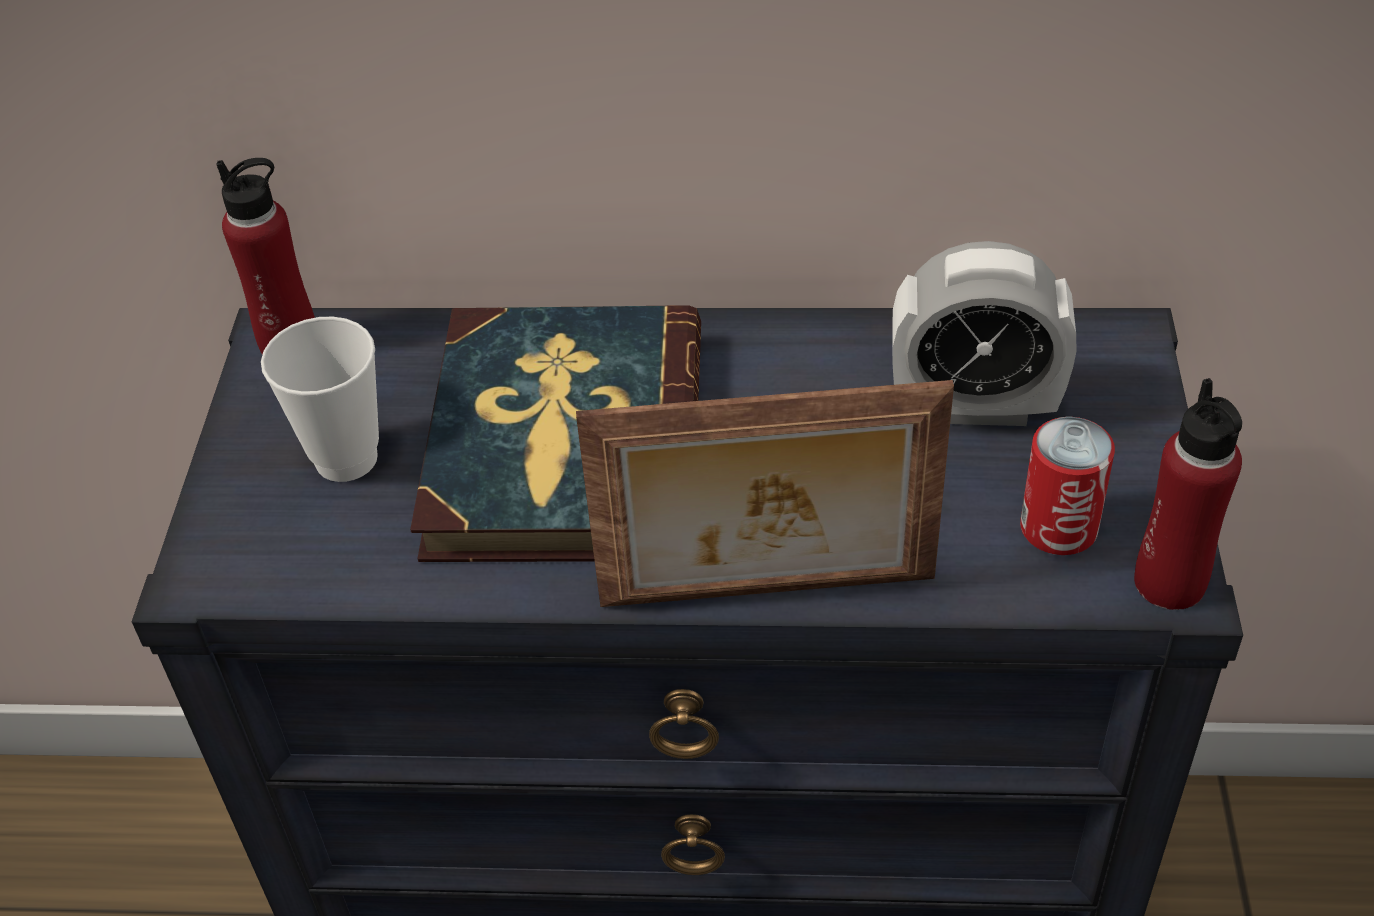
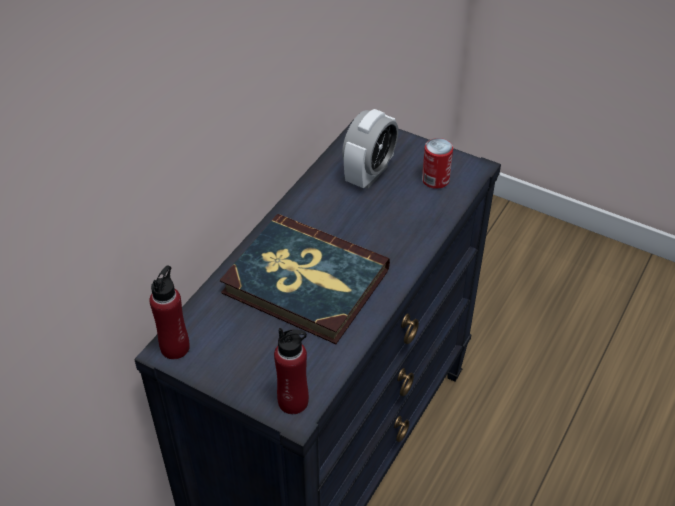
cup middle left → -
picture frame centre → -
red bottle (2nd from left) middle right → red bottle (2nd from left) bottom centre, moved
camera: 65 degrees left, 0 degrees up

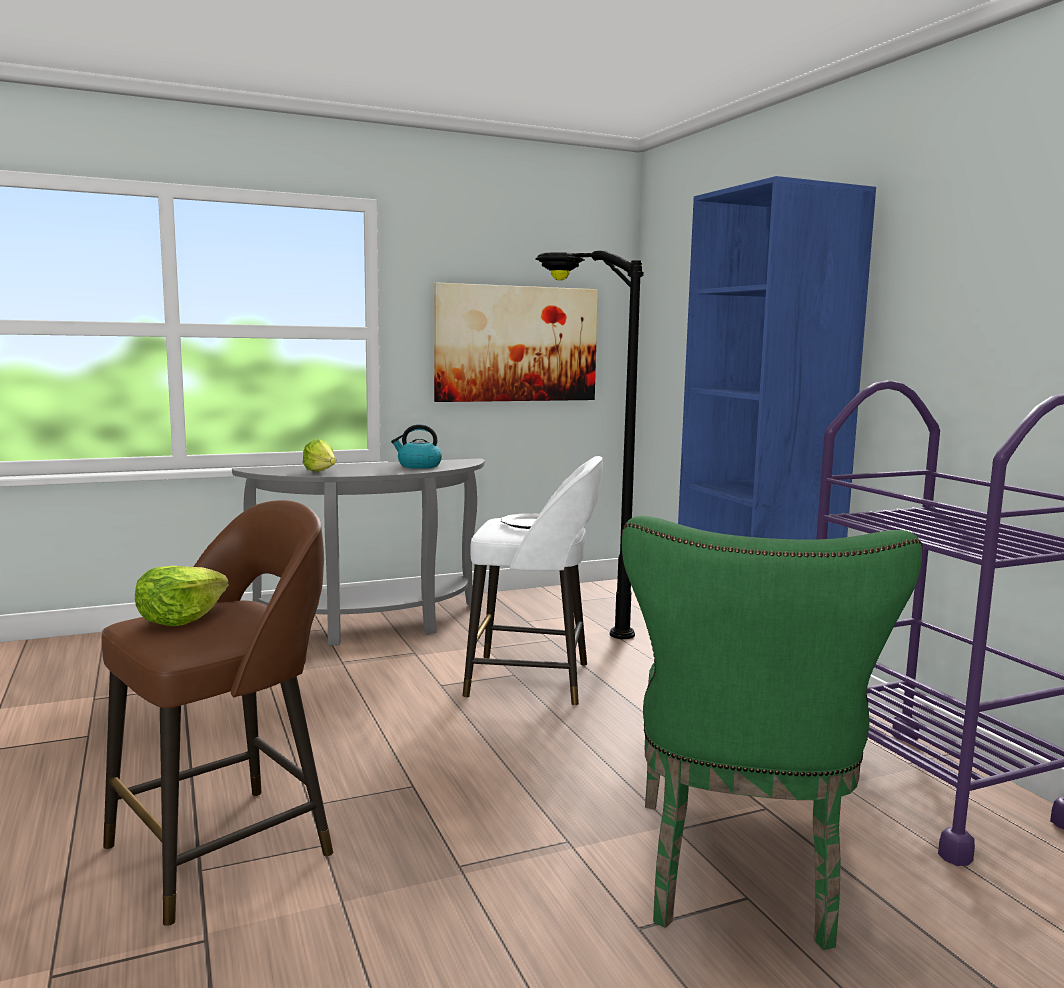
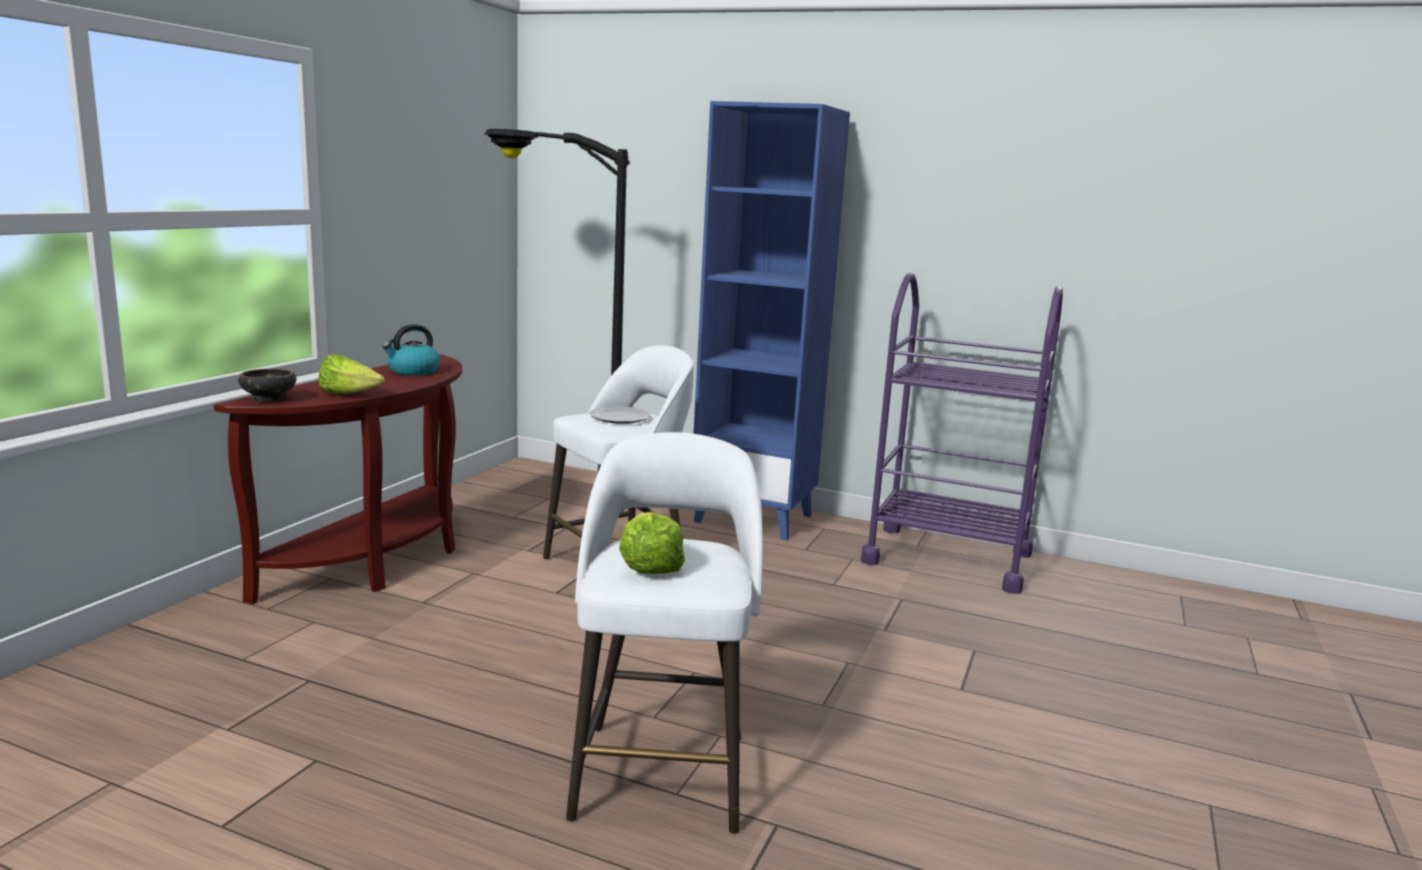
brown stool bottom left → white stool (2nd from left) bottom centre
grey console table centre → brown console table middle left
picture centre → -
green chair bottom right → -
- → bowl middle left
camera: 45 degrees left, 5 degrees up

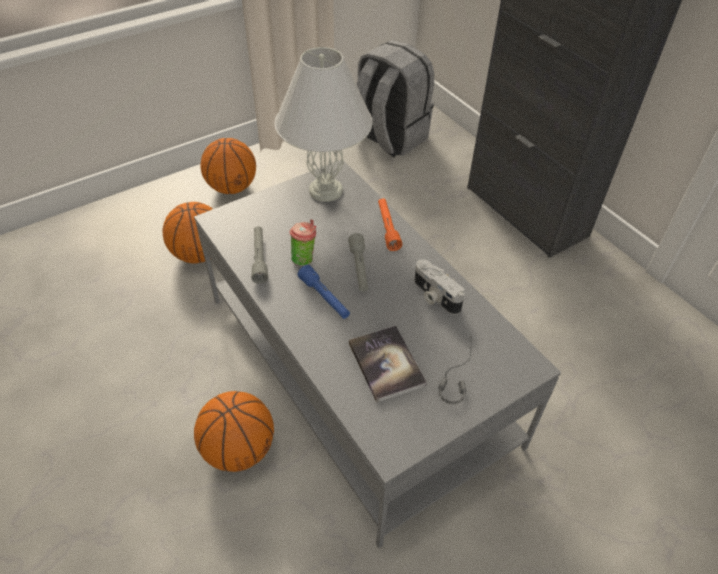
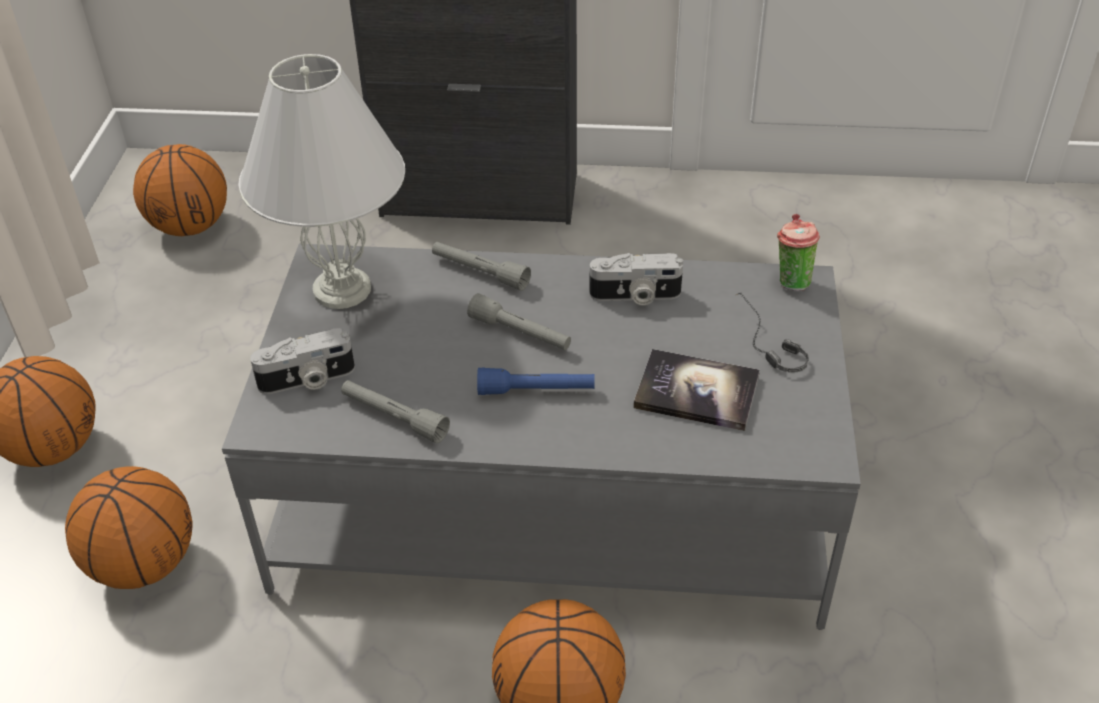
cup centre → cup middle right, moved
grey backpack top centre → basketball (3rd from left) top left
orange flashlight centre → grey flashlight (2nd from left) centre
- → photo camera (1st from left) middle left
camera: 50 degrees left, 5 degrees down

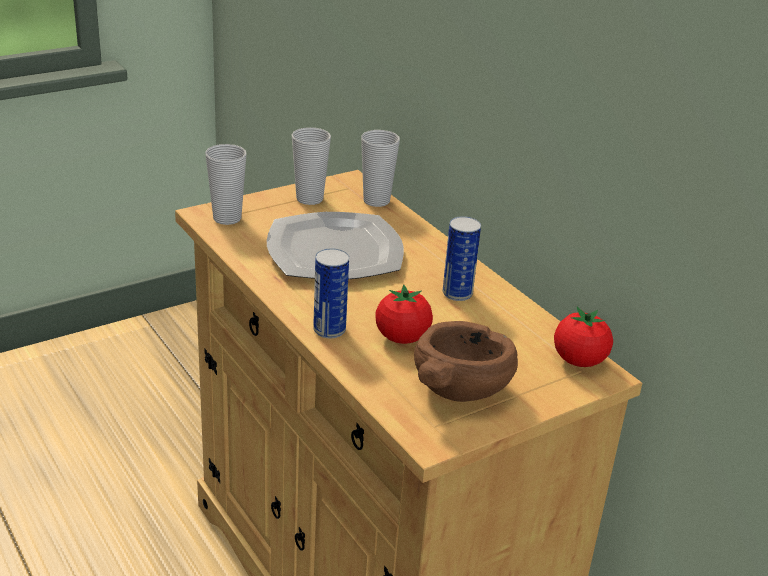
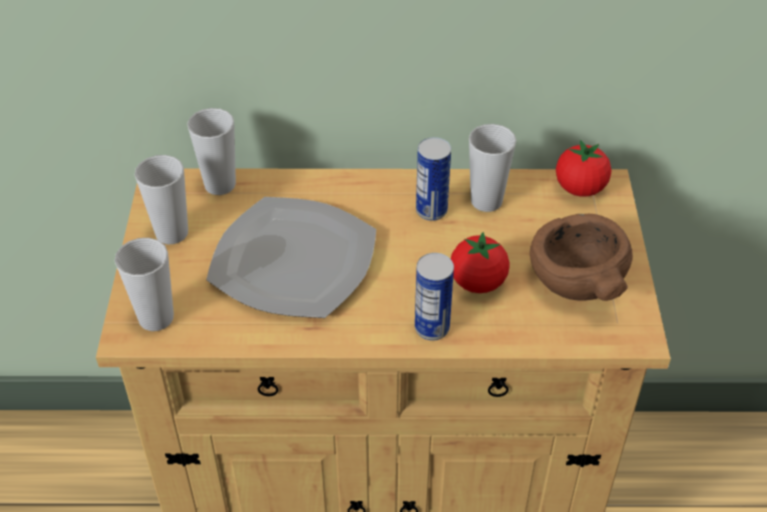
- → cup (4th from left) top centre
camera: 55 degrees left, 15 degrees up

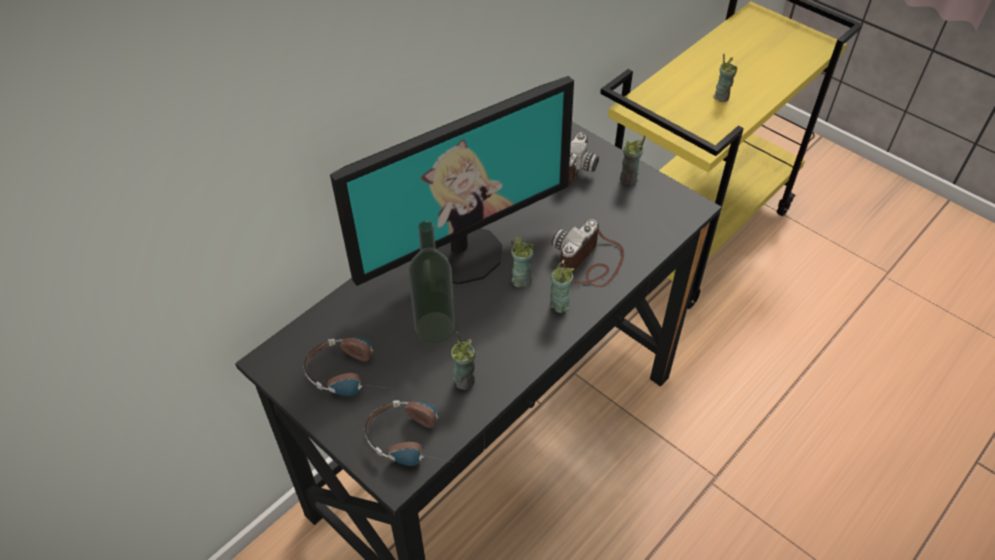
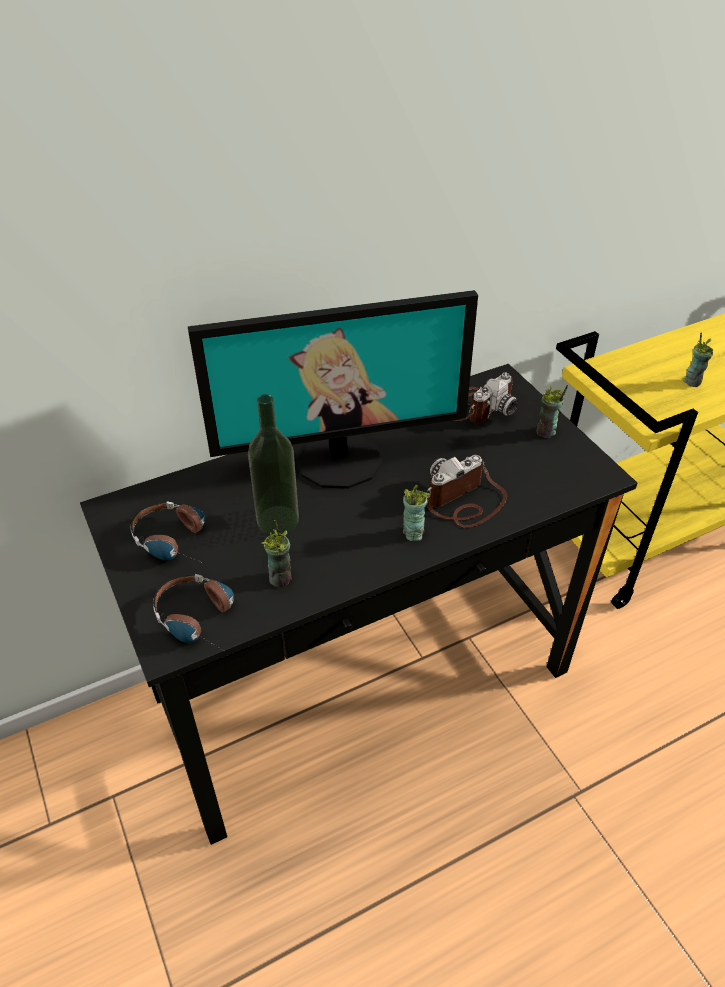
cup (2nd from left) centre → -
camera: 20 degrees right, 5 degrees down

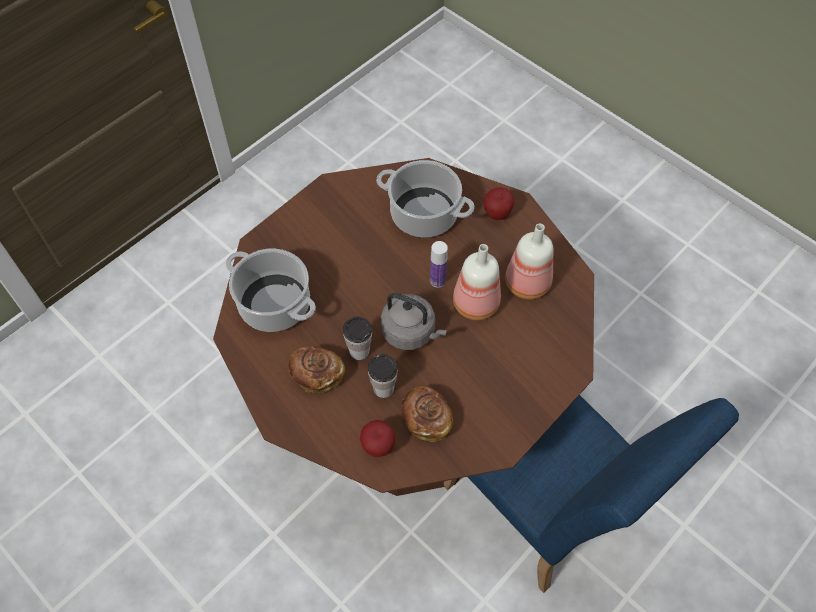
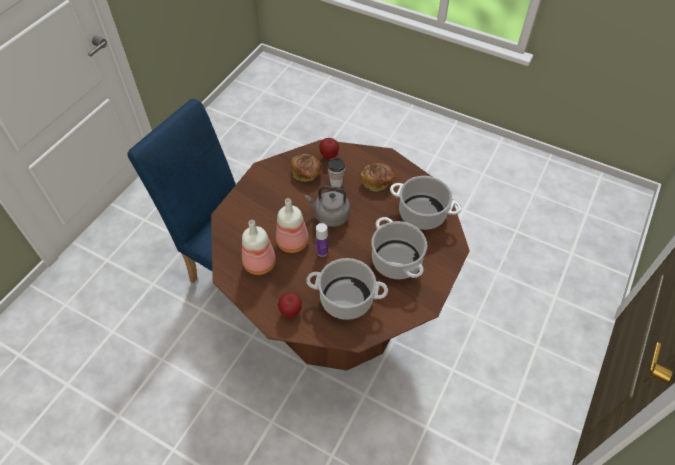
cup (1st from left) centre → -
- → cooking pot (2nd from left) centre
camera: 165 degrees right, 5 degrees down

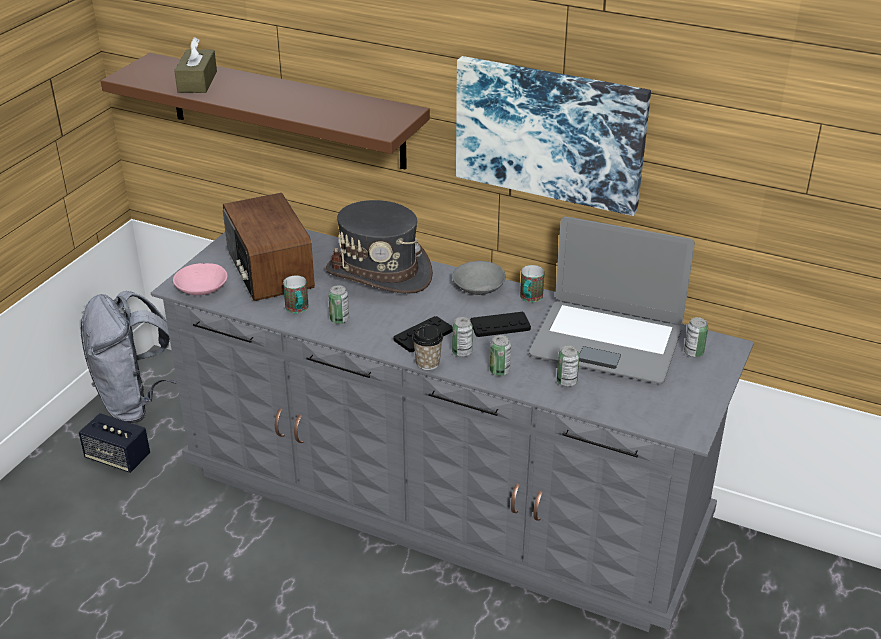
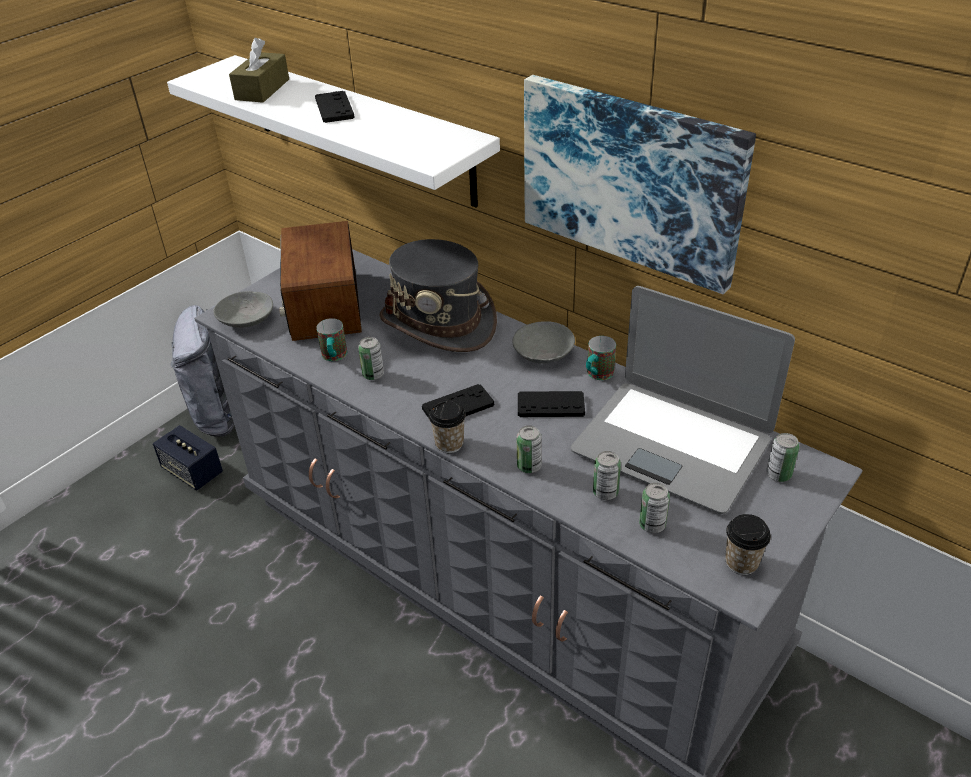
brown shelf top left → white shelf top centre
pink bowl middle left → grey bowl (1st from left) middle left
can (2nd from left in the first image) centre → can (4th from left) middle right, moved
- → black game controller (1st from left) top centre
- → cup (2nd from left) bottom right
camera: 15 degrees right, 5 degrees up

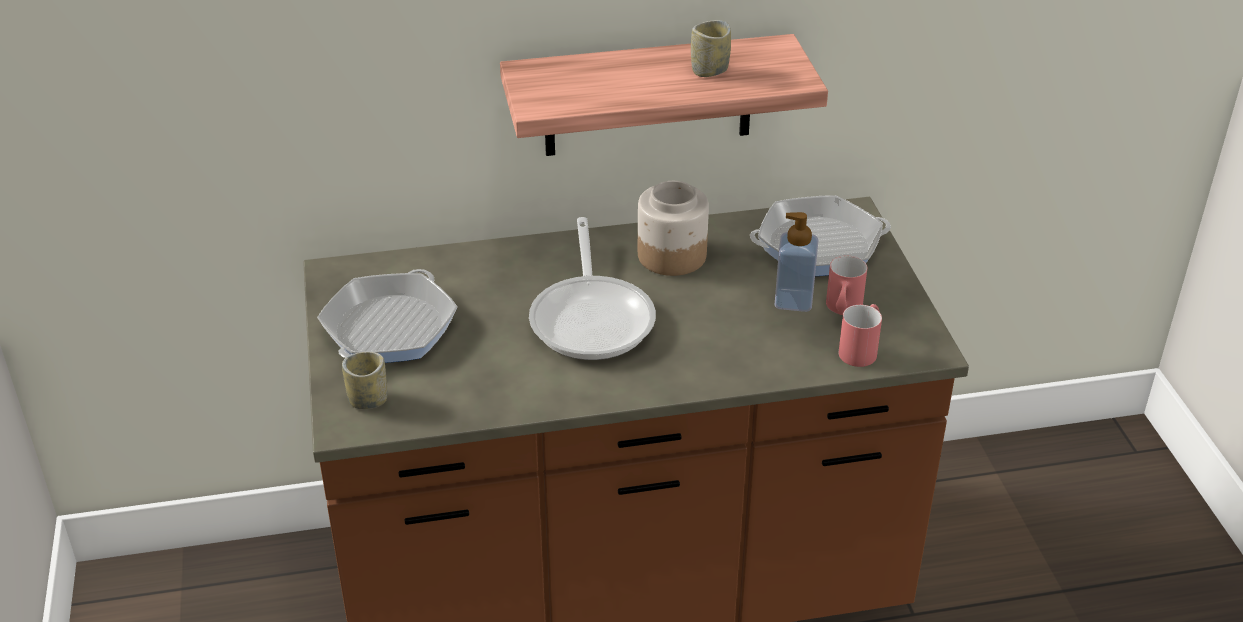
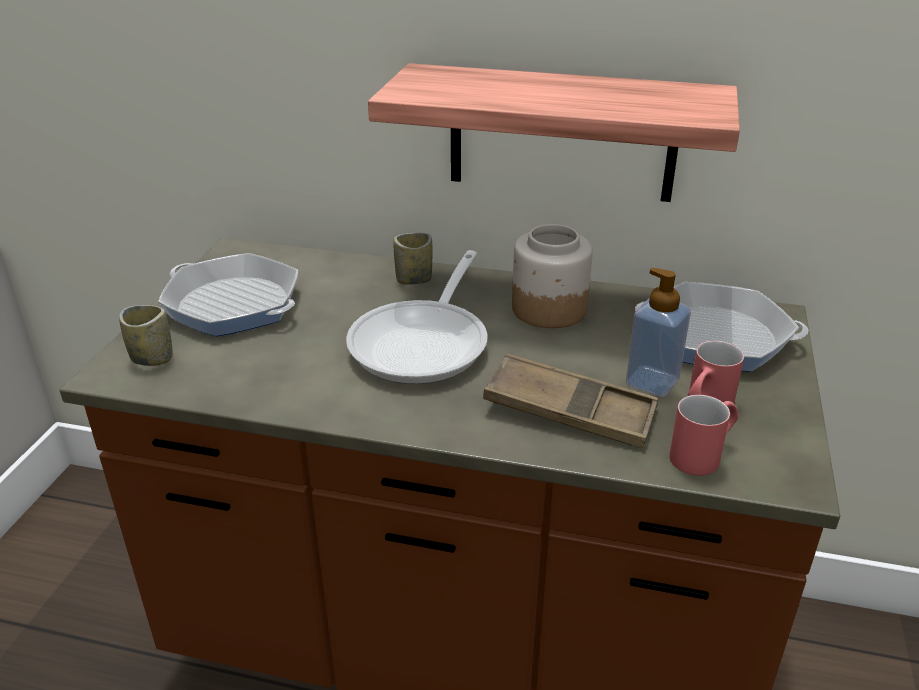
frying pan (1st from left) middle left, 105 degrees counterclockwise
cup (2nd from left) top centre → cup (2nd from left) centre, moved
- → brown tray centre
camera: 25 degrees right, 5 degrees down

